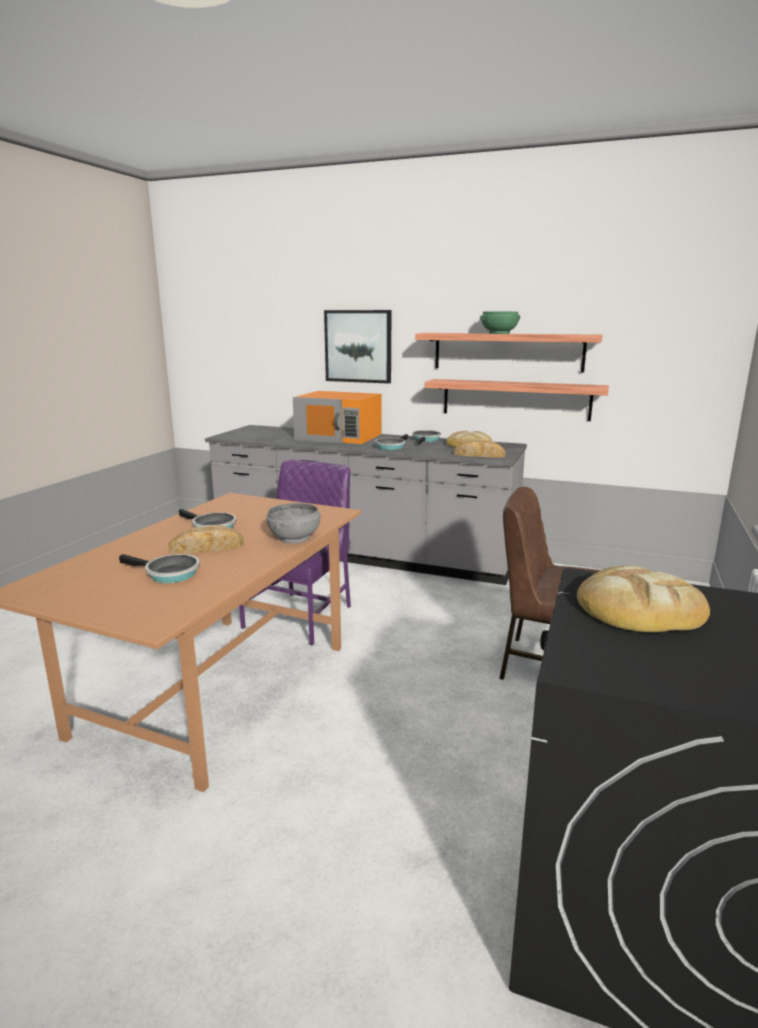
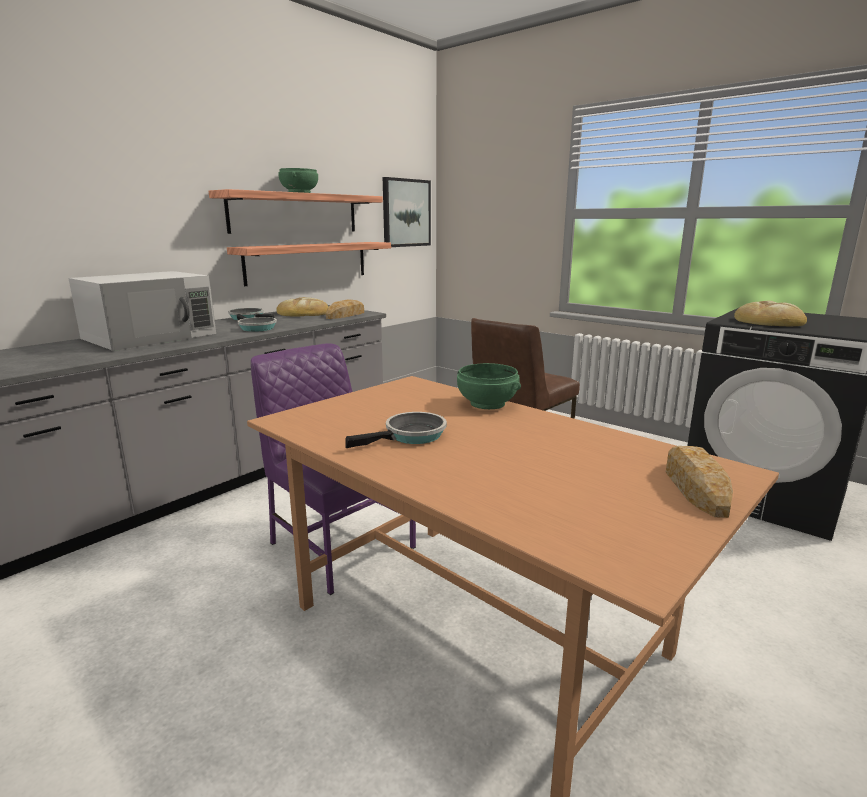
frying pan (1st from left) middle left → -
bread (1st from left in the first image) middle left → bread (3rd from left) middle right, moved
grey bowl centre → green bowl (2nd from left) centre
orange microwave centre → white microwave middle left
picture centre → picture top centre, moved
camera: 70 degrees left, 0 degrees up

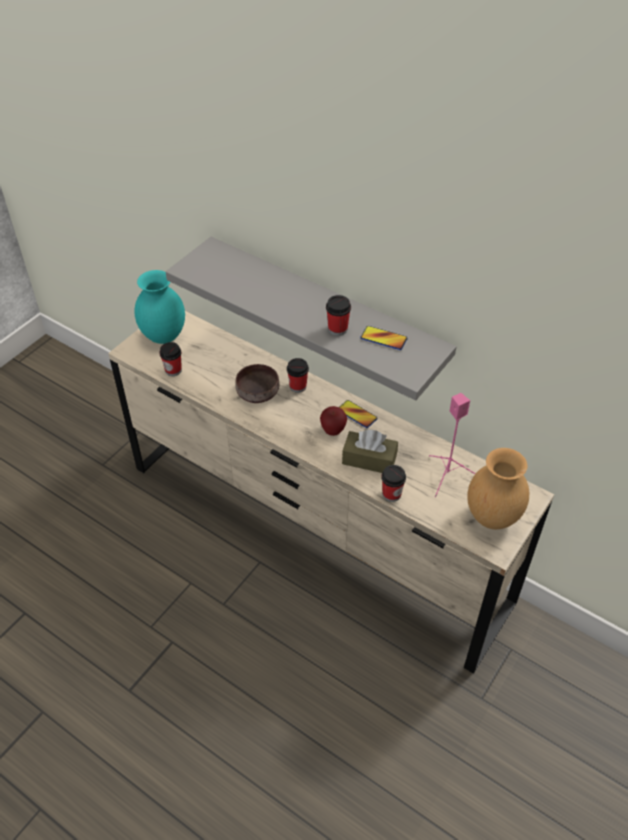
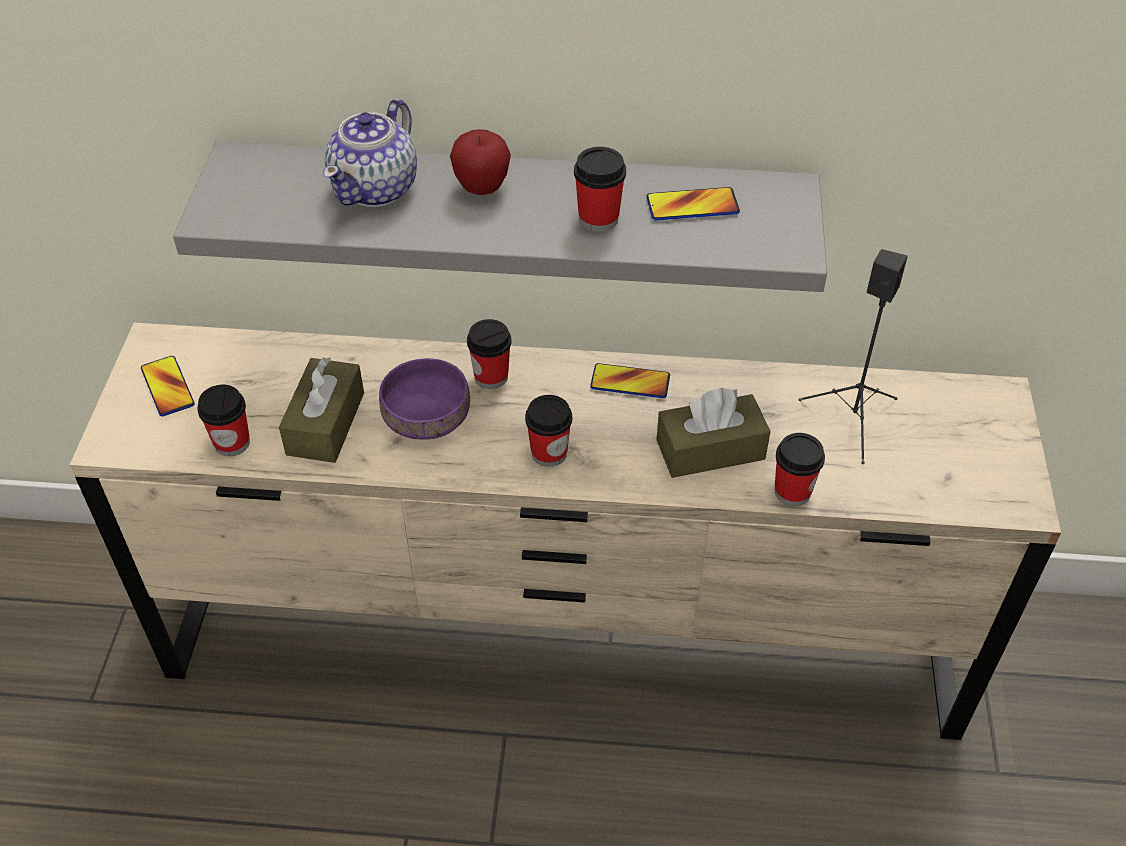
turquoise vase middle left → phone (1st from left) middle left
brown bowl centre → purple bowl centre
apple centre → apple top centre, moved
pink speaker middle right → black speaker middle right
brown vase middle right → -
- → brown tissue box (1st from left) middle left
- → teapot top left
- → cup (3rd from left) centre
camera: 30 degrees left, 0 degrees up

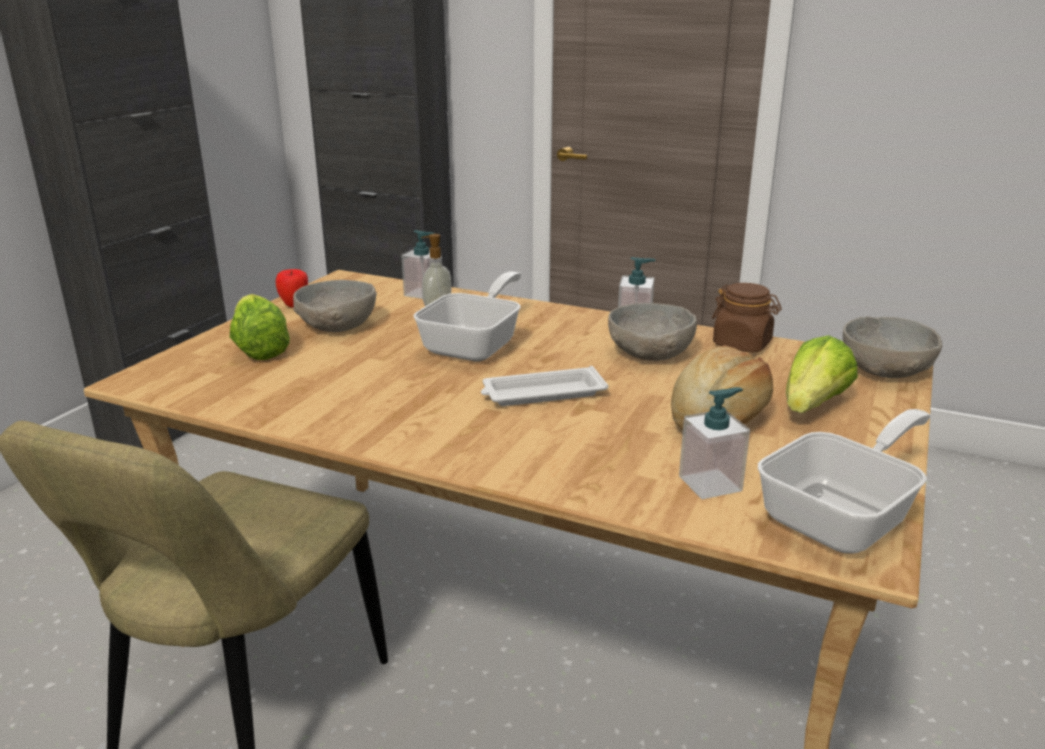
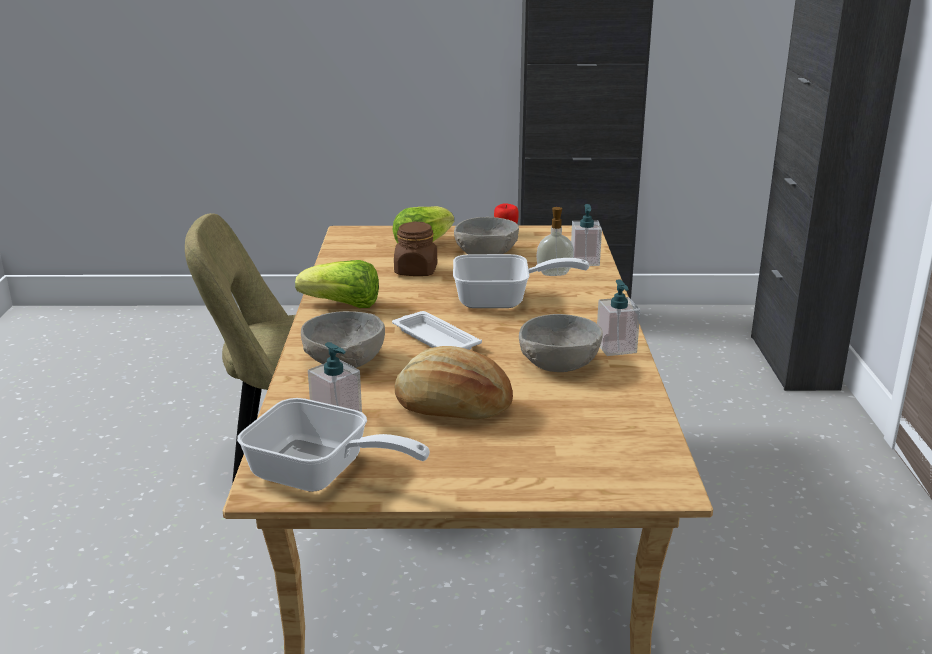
brown jar middle right → brown jar centre, moved
lettuce (2nd from left in the first image) middle right → lettuce (1st from left) centre, moved
grey bowl (3rd from left in the first image) middle right → grey bowl (1st from left) centre, moved
camera: 65 degrees right, 0 degrees up

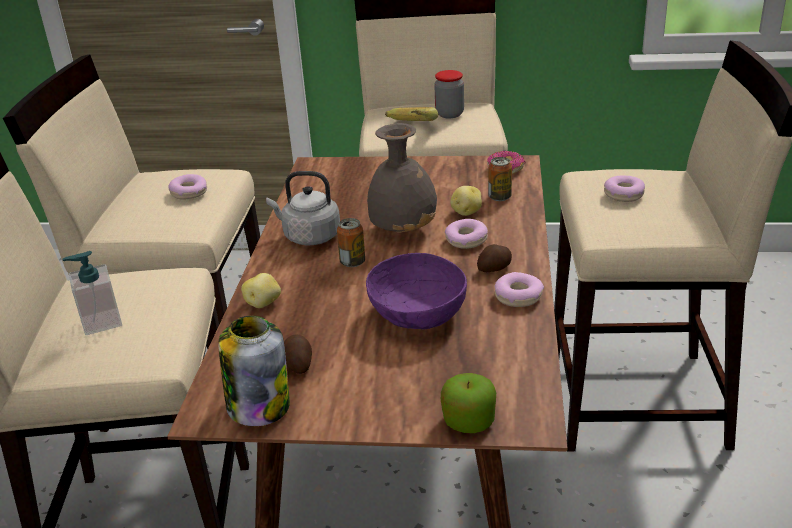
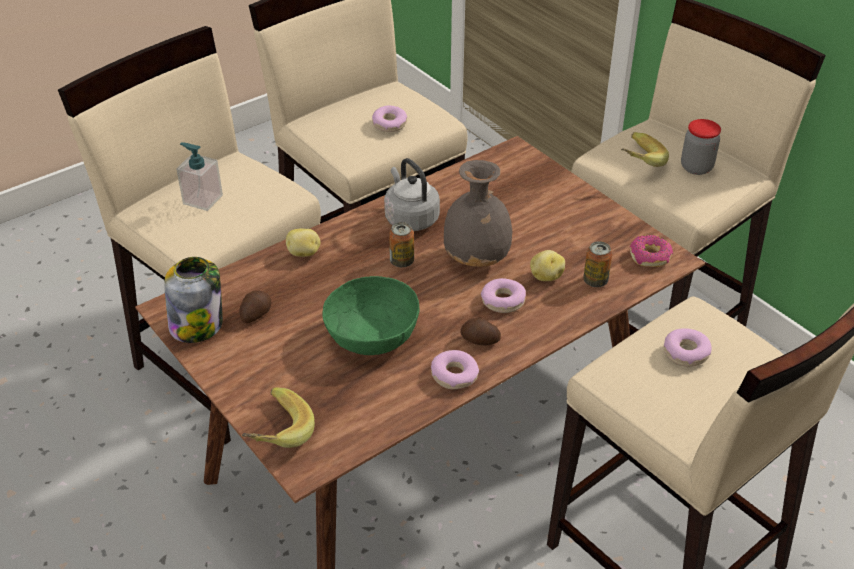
purple bowl centre → green bowl centre
apple bottom centre → banana (1st from left) bottom left
camera: 45 degrees right, 10 degrees up

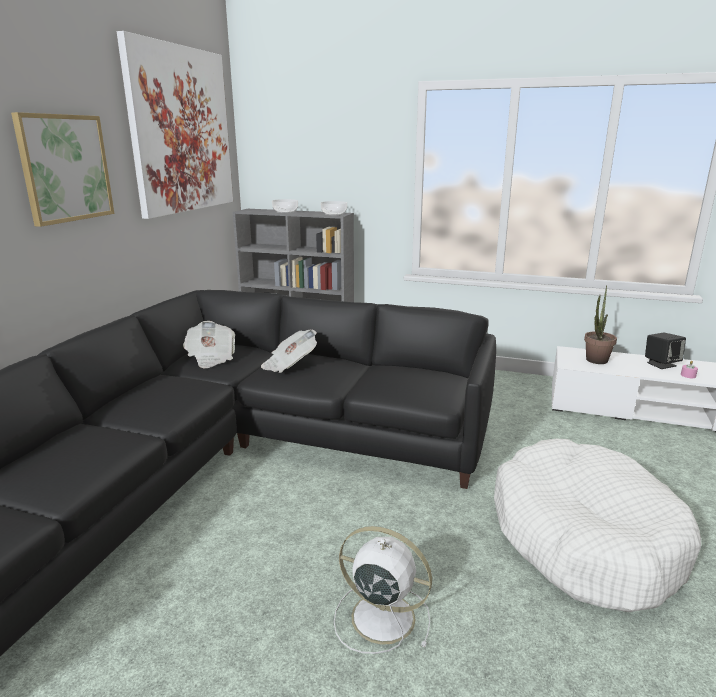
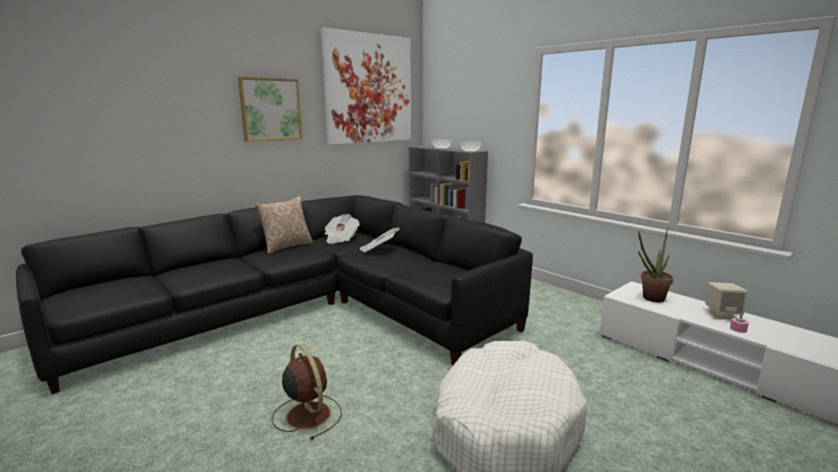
white fan bottom centre → brown fan bottom centre
black speaker middle right → beige speaker middle right
- → pillow centre
camera: 30 degrees right, 5 degrees down

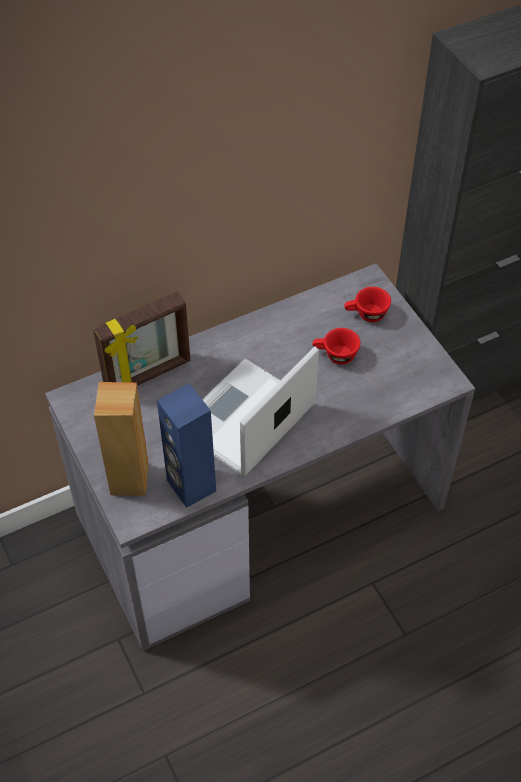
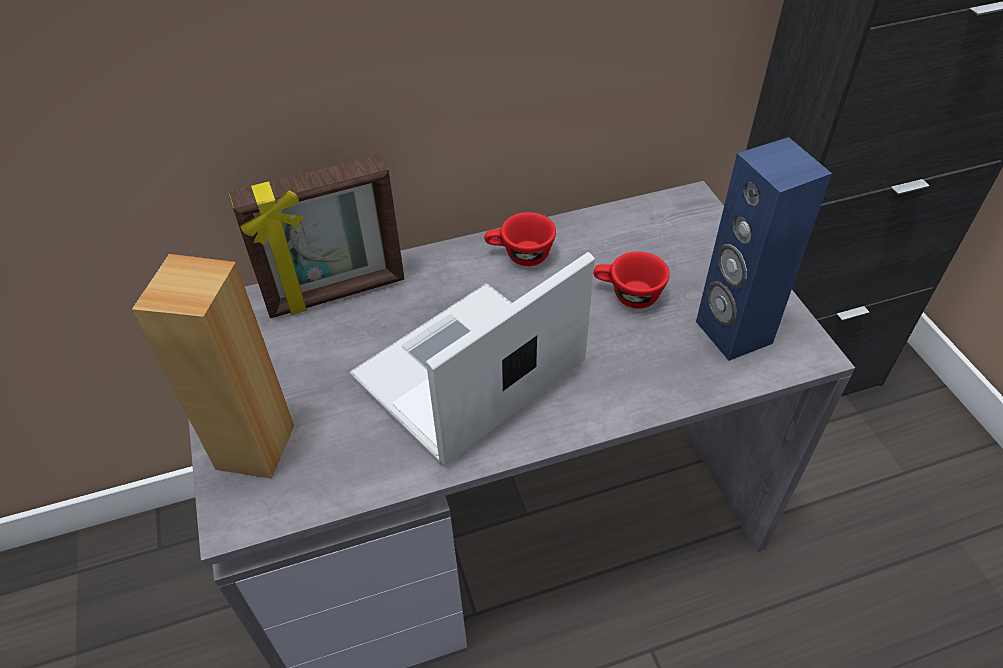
blue speaker centre → blue speaker middle right, moved
red cup (2nd from left in the first image) middle right → red cup (1st from left) centre, moved
camera: 10 degrees right, 5 degrees down

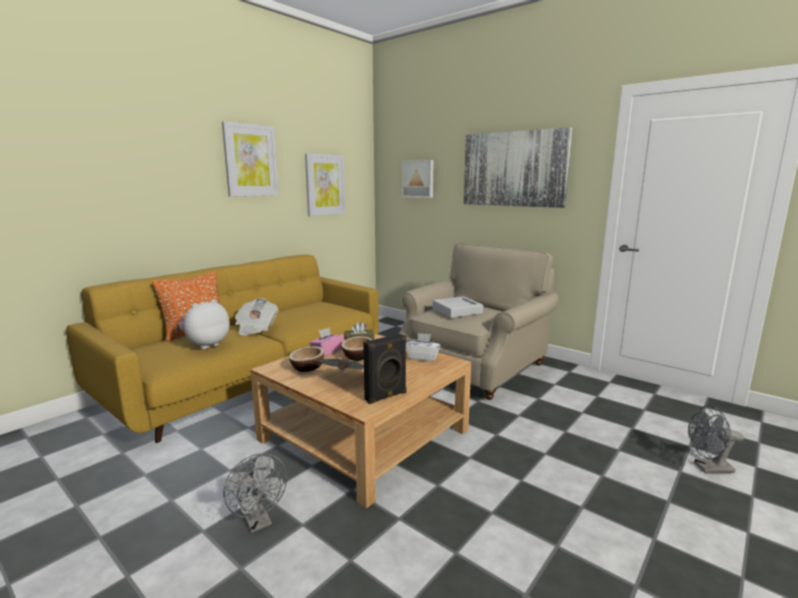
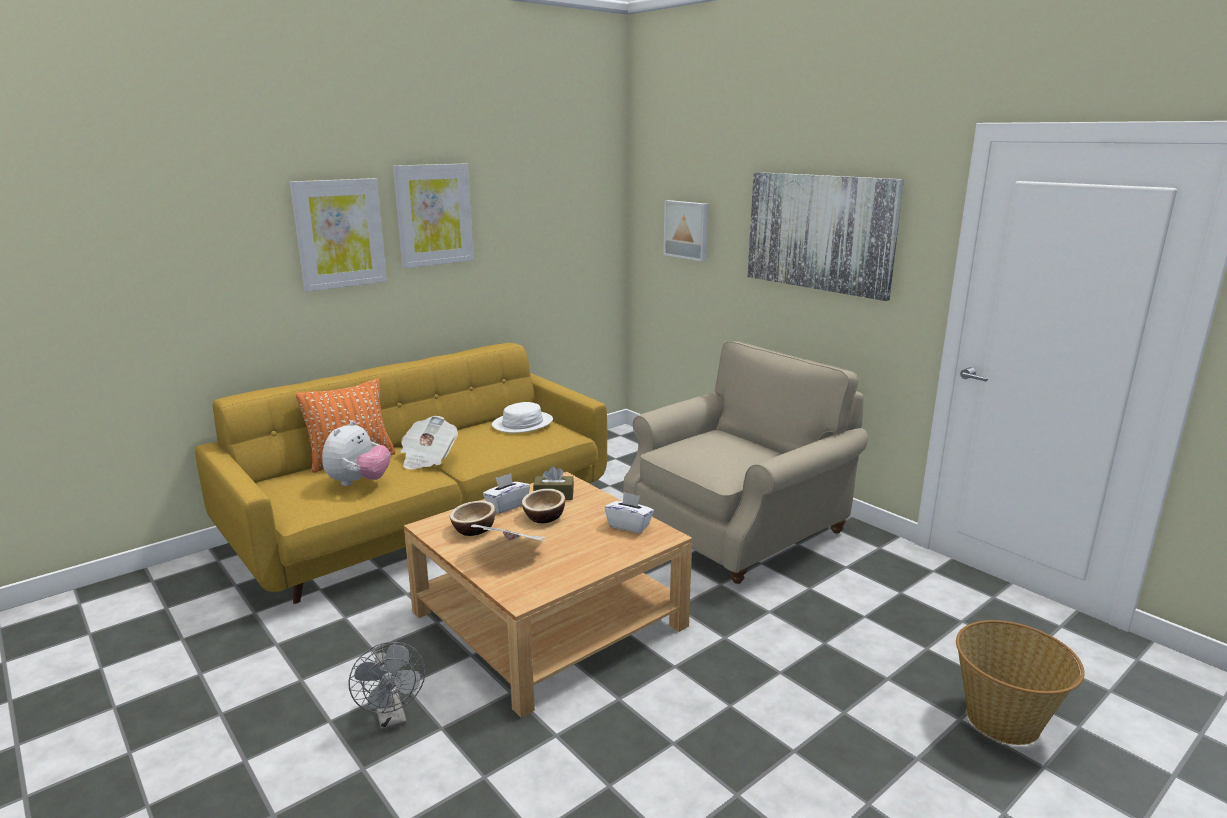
plush toy middle left, 150 degrees clockwise
picture (2nd from left in the first image) top centre → picture (1st from left) top left, moved
pink tissue box centre → white tissue box (1st from left) centre
black speaker centre → -
grey tray centre → -
grey fan (2nd from left) bottom right → basket bottom right
- → white hat centre
camera: 10 degrees right, 5 degrees up

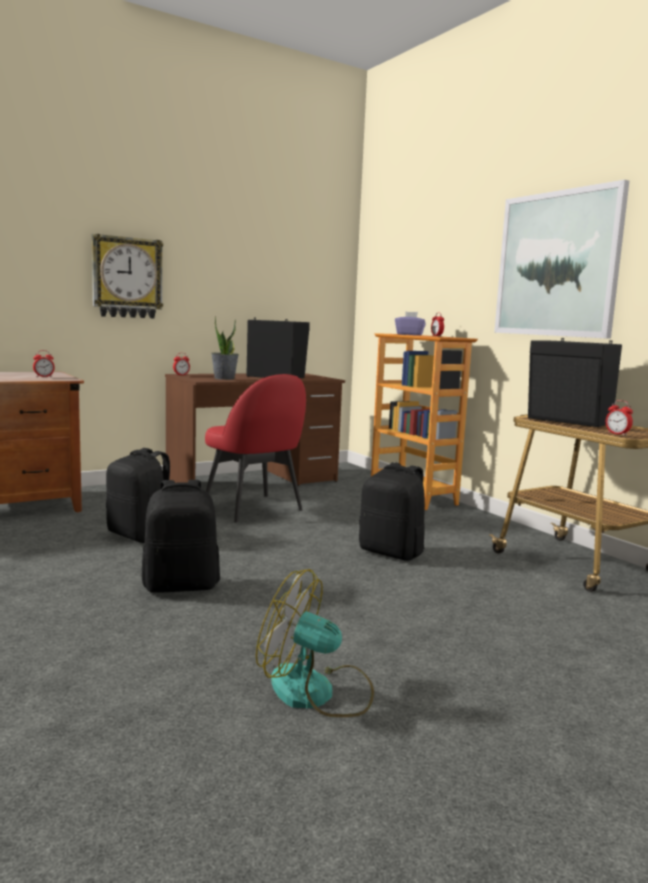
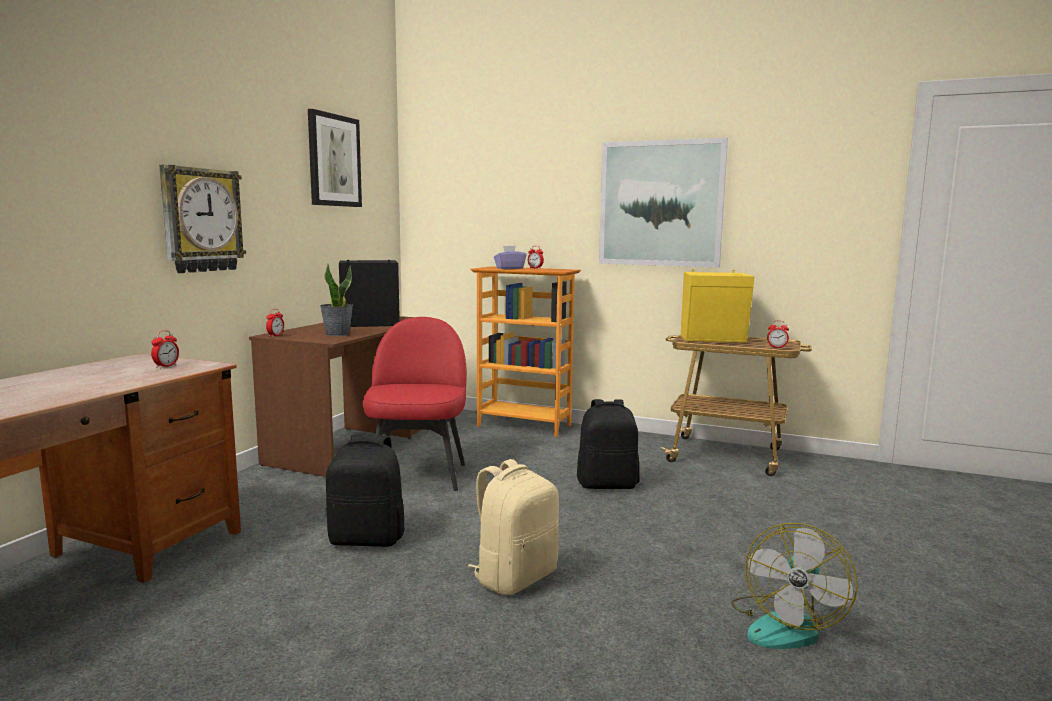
black backpack (2nd from left) middle left → beige backpack bottom centre
red chair centre, 105 degrees counterclockwise
fan bottom centre → fan bottom right, 45 degrees counterclockwise
black speaker (2nd from left) middle right → yellow speaker middle right
- → picture (1st from left) top left
camera: 35 degrees left, 0 degrees up

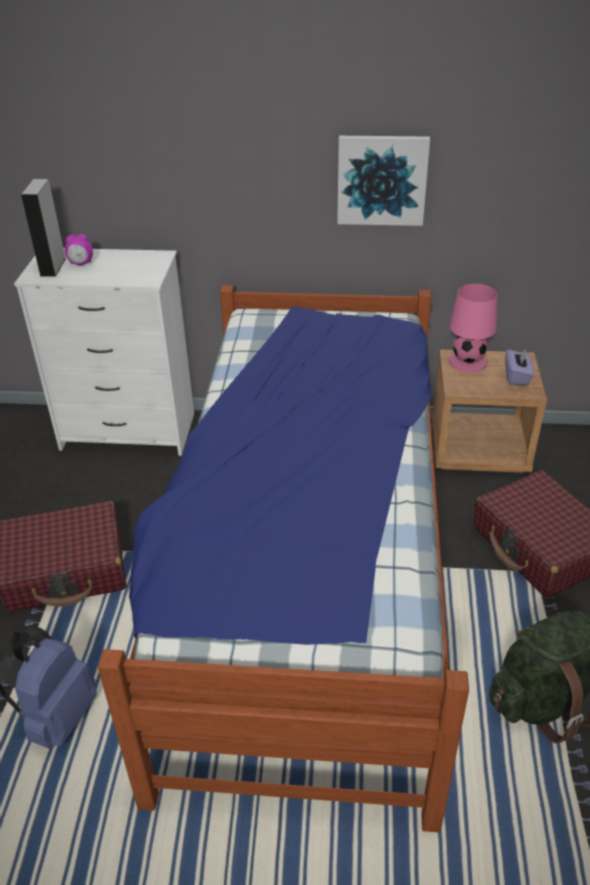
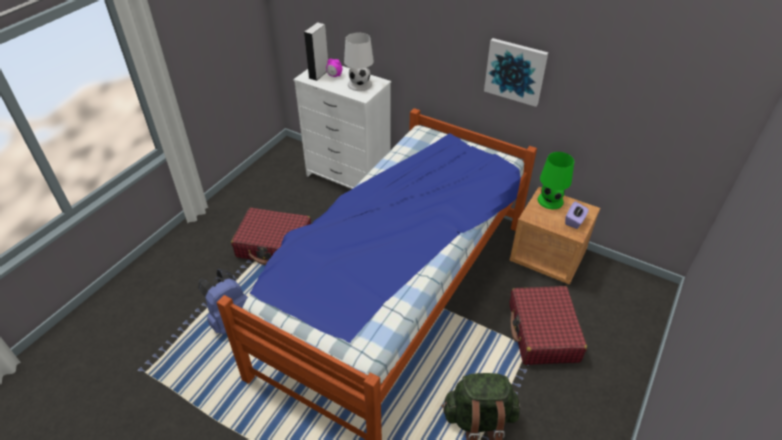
pink table lamp middle right → green table lamp middle right
- → white table lamp top centre
camera: 25 degrees right, 5 degrees up

